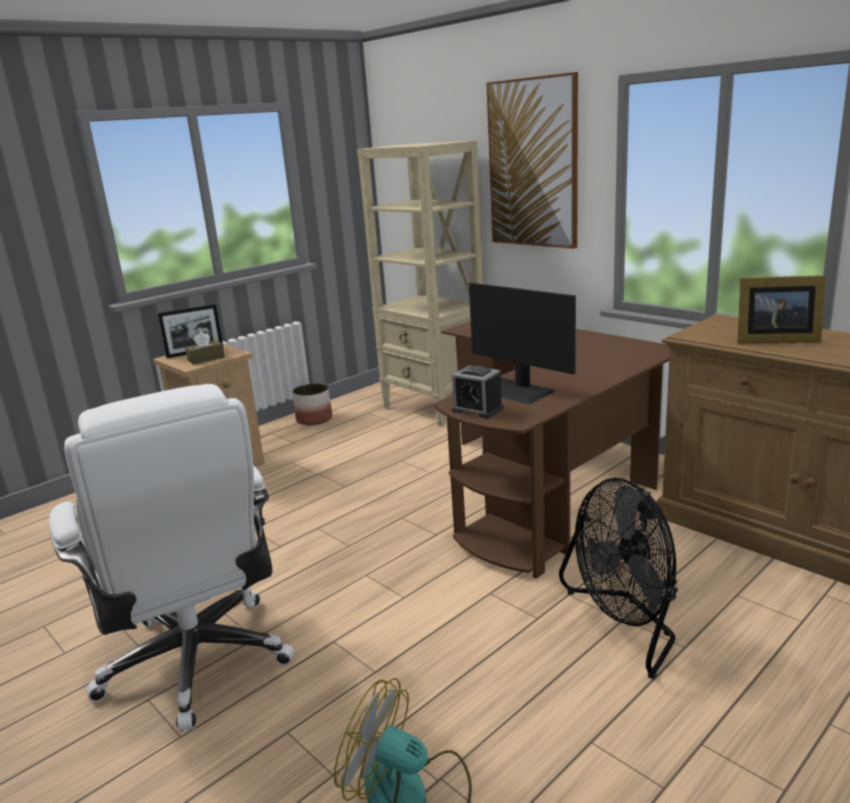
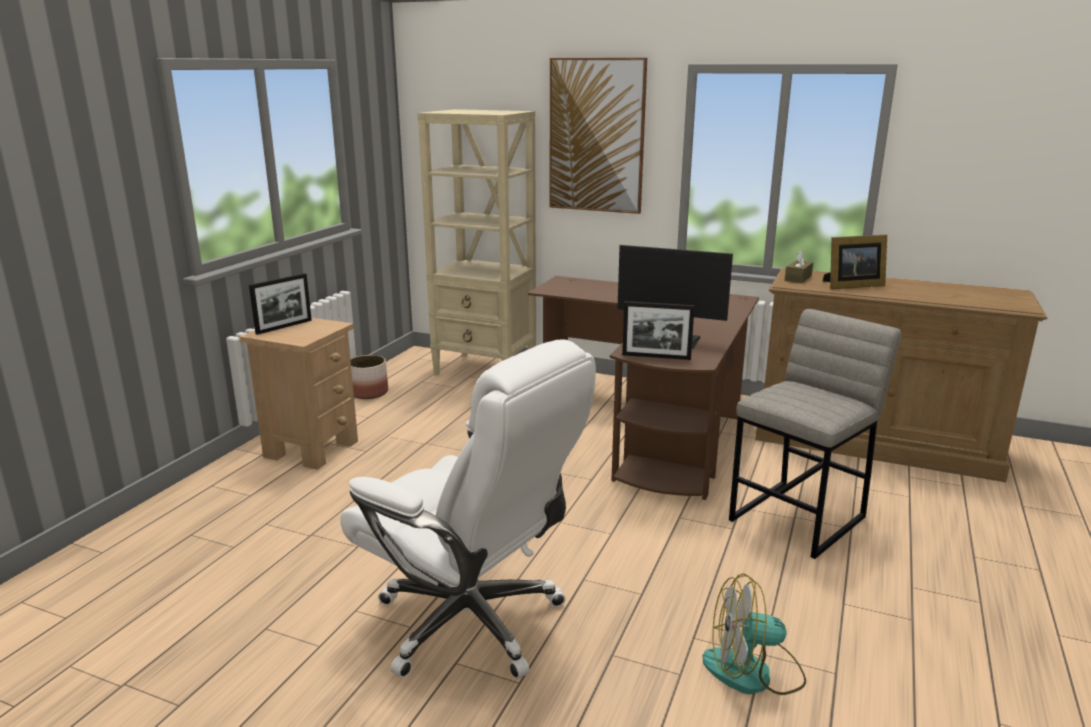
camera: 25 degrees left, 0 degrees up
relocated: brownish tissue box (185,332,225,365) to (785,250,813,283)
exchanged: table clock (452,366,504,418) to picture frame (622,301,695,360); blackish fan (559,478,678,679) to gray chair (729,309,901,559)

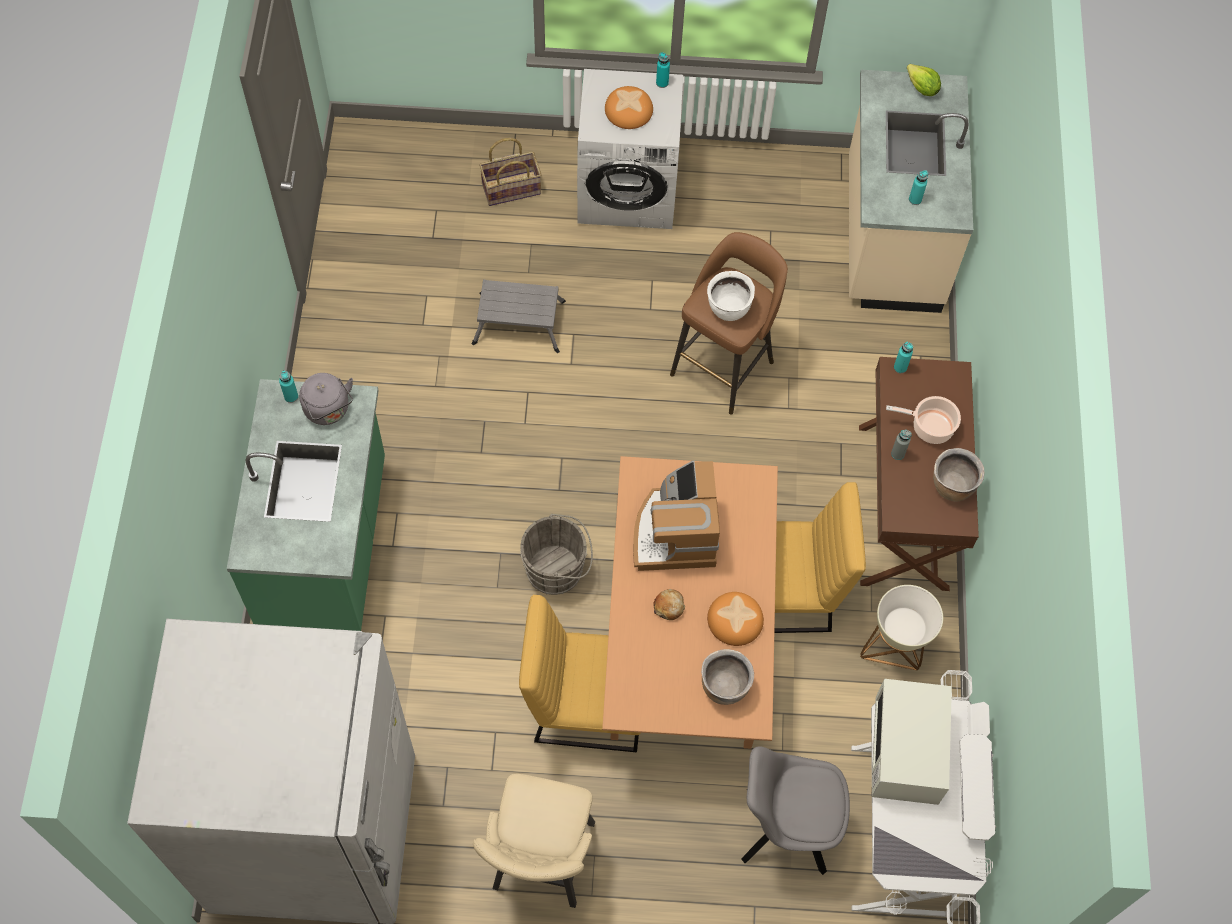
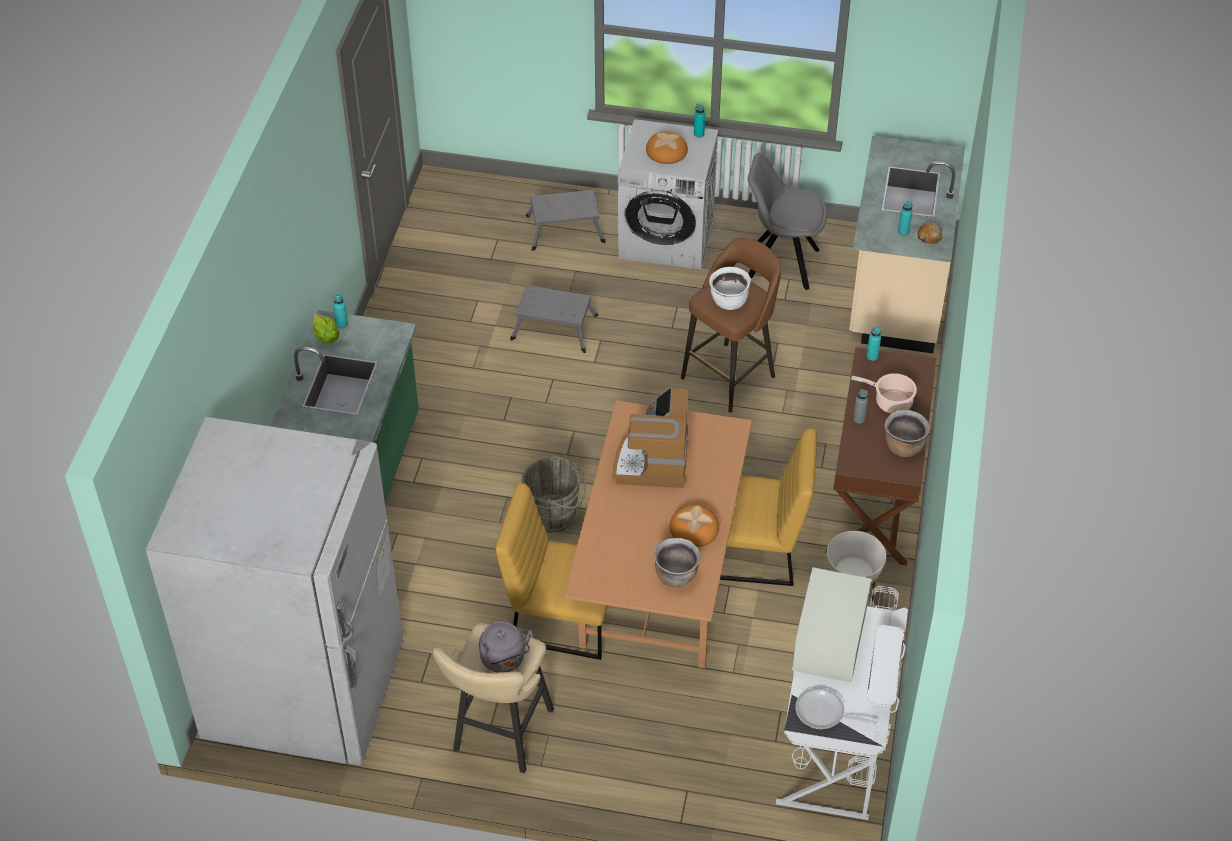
camera: 10 degrees right, 15 degrees down
appeared: frying pan (795,688,877,729)
relocated: gray kettle (299,373,353,425) to (479,621,532,673); bakery bread (654,589,685,620) to (918,222,943,244); gray chair (741,746,850,875) to (748,153,827,290); lettuce head (907,64,941,96) to (312,313,340,344)
exchanged: storage basket (479,138,542,206) to gray step ladder (525,189,606,251)

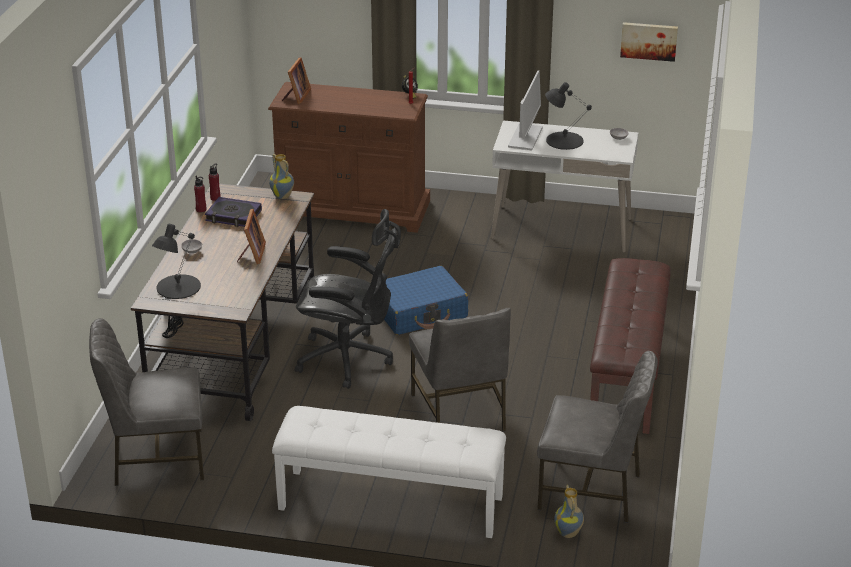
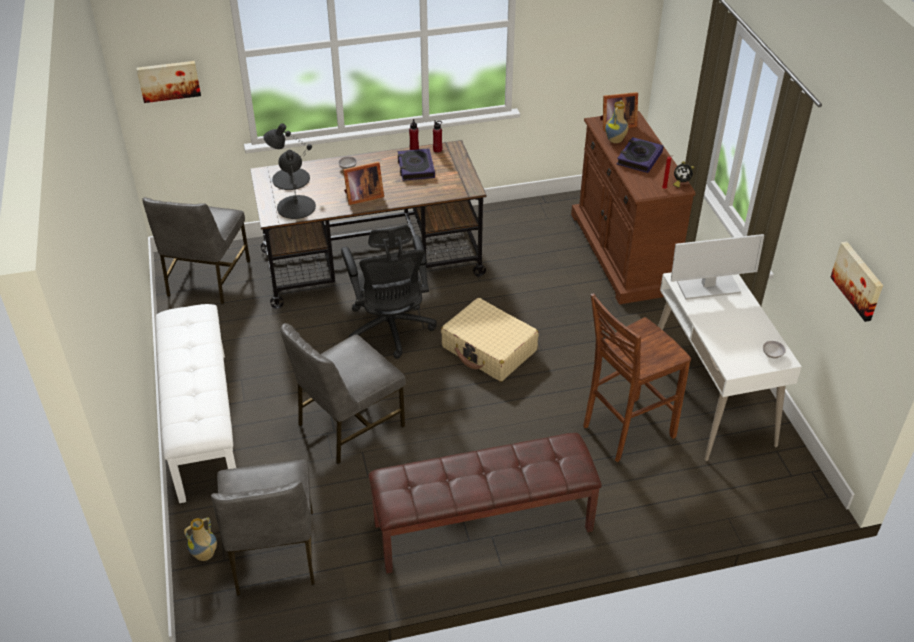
camera: 65 degrees right, 10 degrees up
appeared: wall picture (137,61,201,103); brownish stool (583,293,691,462); bound book (617,137,664,173)
relocated: vase (269,154,294,199) to (605,100,628,143); blackish lamp for a table (545,82,592,150) to (277,150,316,219)
colour: bluish piece of luggage (384,266,468,335) to beige piece of luggage (441,298,539,382)
spun: gray chair (89,318,204,486) = (142,197,250,305) 135 degrees counterclockwise

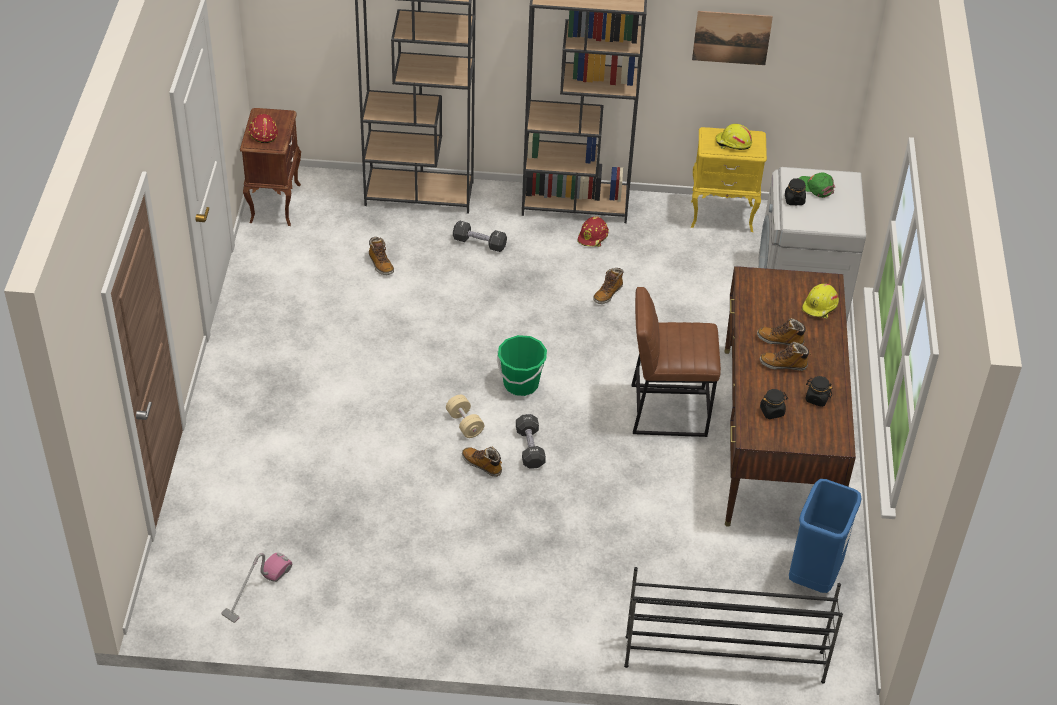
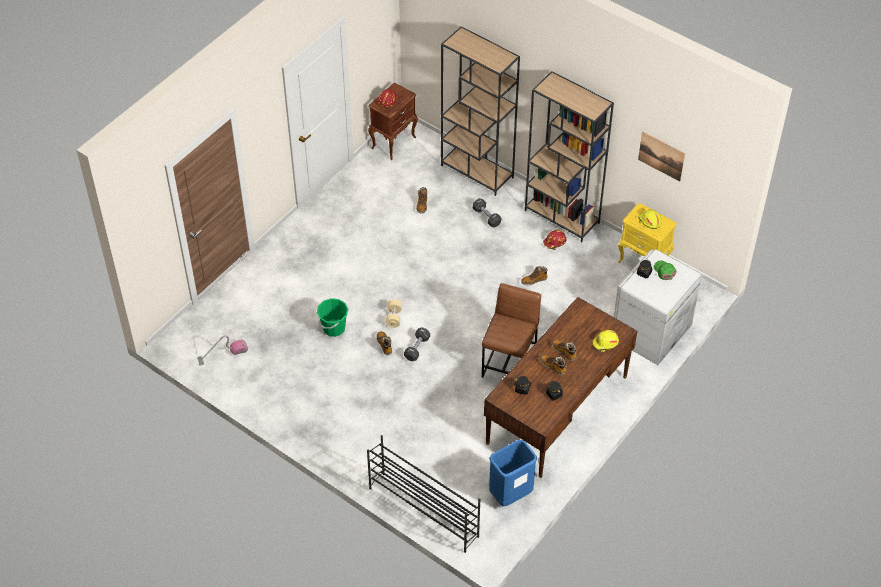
camera: 35 degrees right, 5 degrees up
relocated: green-coloured pail (497,335,547,396) to (317,298,348,337)
spun: brownish chair (632,287,721,437) = (482,283,541,377) 75 degrees clockwise

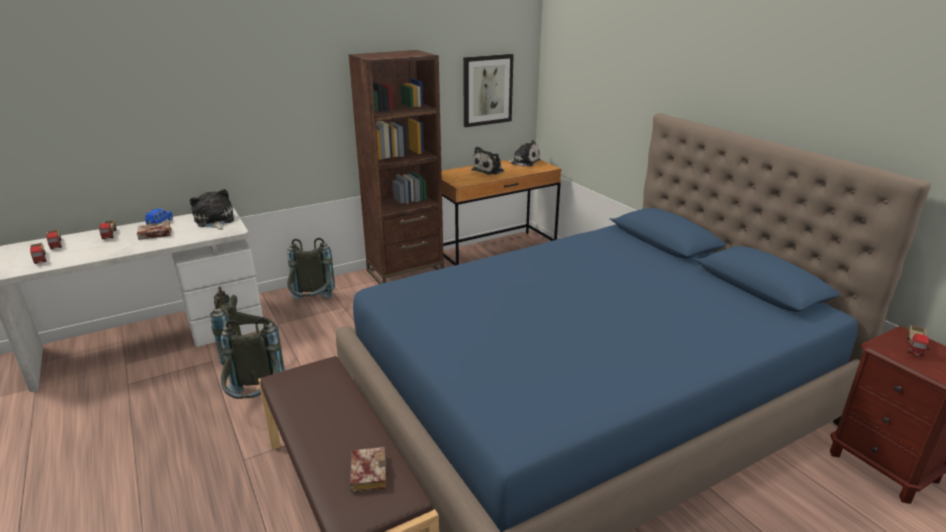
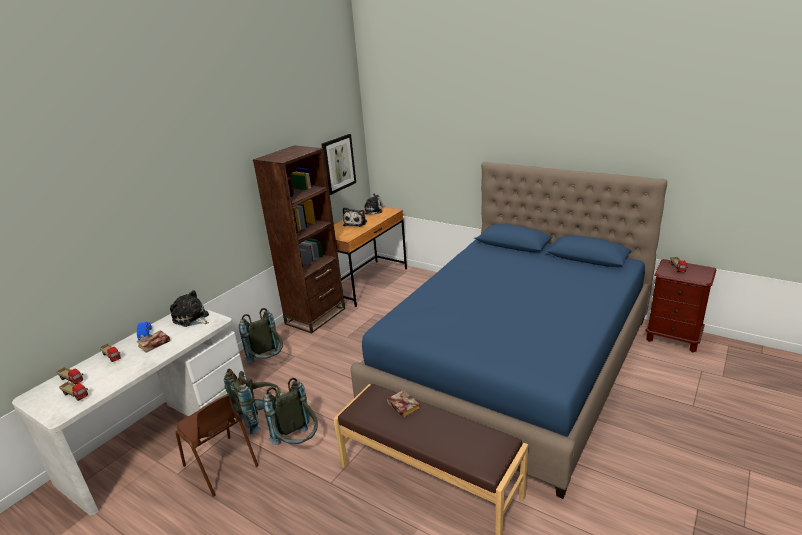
camera: 25 degrees left, 0 degrees up
appeared: brownish chair (175,394,258,497)
relocated: bound book (350,447,387,493) to (387,390,420,418)

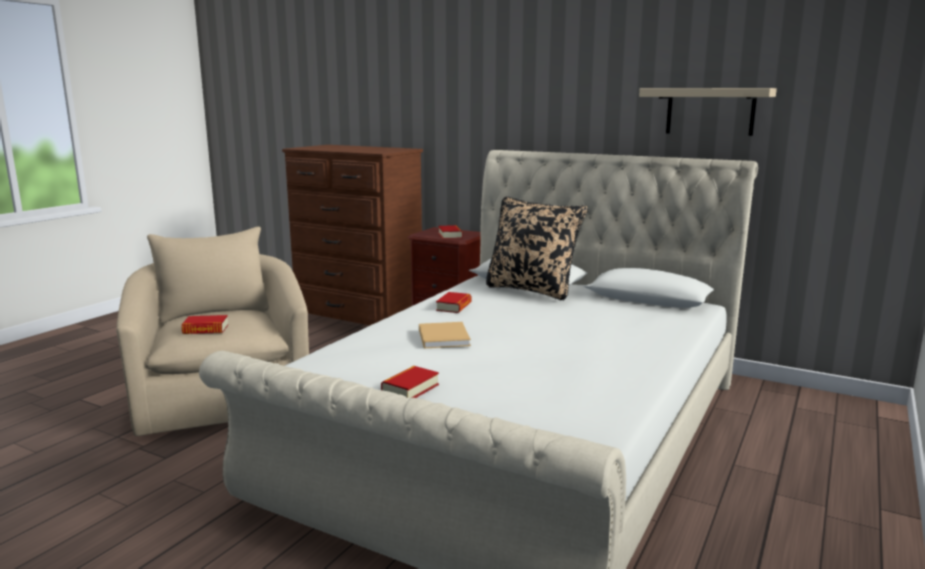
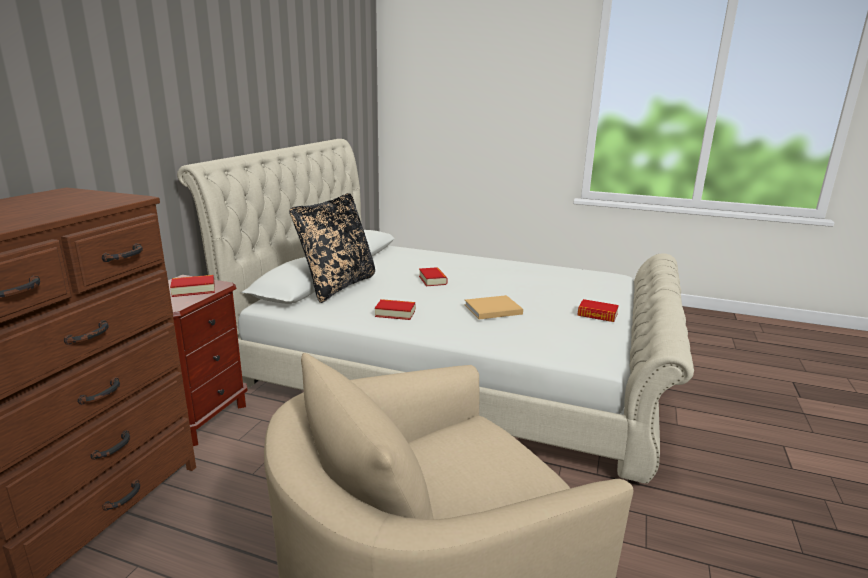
camera: 100 degrees left, 5 degrees up
missing: beige shelf (639,88,777,136)
relocated: bound book (181,315,228,334) to (419,267,448,286)

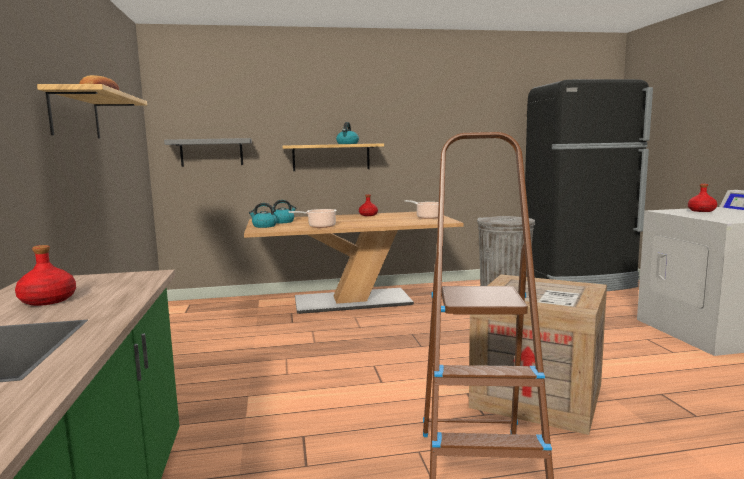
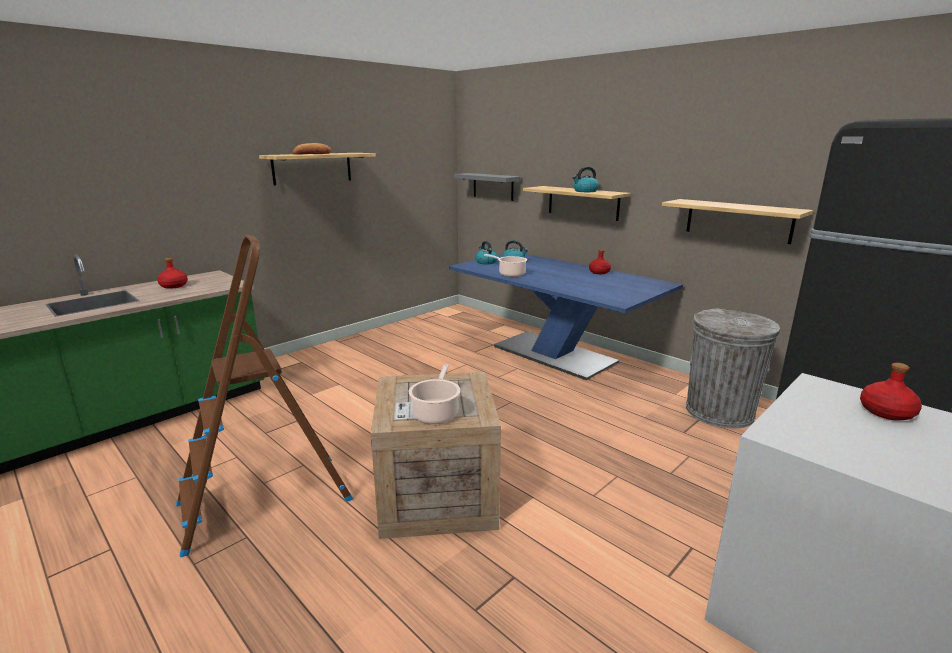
camera: 55 degrees right, 10 degrees up
appeared: shelf (662,199,813,244)
relocated: saucepot (405,200,439,219) to (409,364,461,424)
colour: beige dining table (244,212,464,314) to bluish dining table (449,254,683,380)

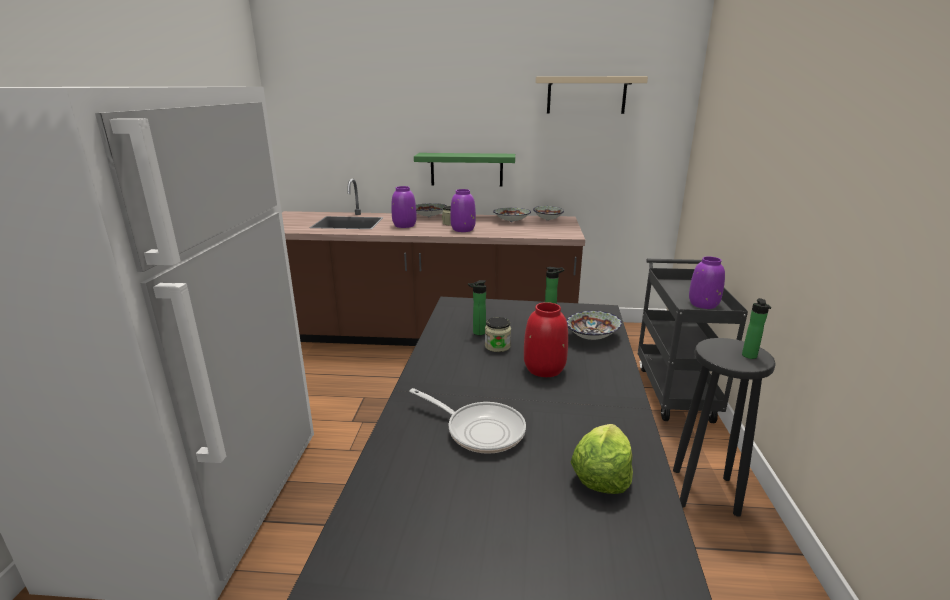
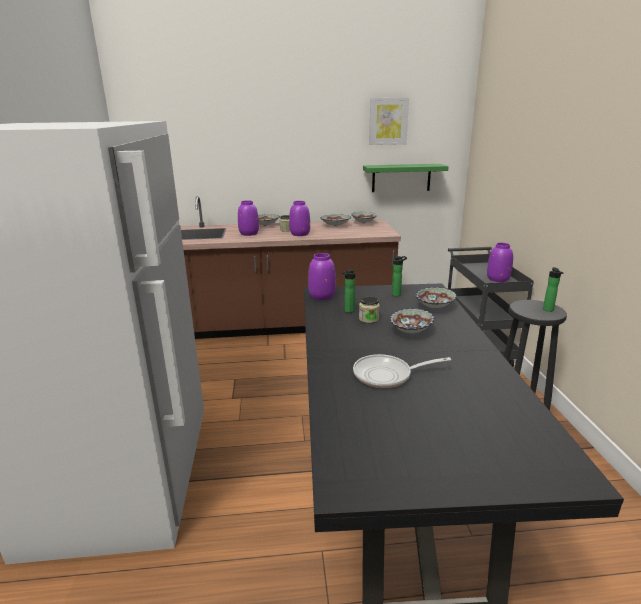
camera: 10 degrees left, 0 degrees up
missing: lettuce head (571,424,633,494)
appeared: purple-coloured vase (308,253,336,300)
relocated: green-coloured shelf (414,153,515,186) to (363,164,449,192)
exchanged: red vase (524,302,568,377) to deep dish (390,308,434,333); beige shelf (535,76,648,114) to wall picture (369,98,409,145)
spun: frying pan (410,388,526,454) = (353,354,451,388) 150 degrees clockwise

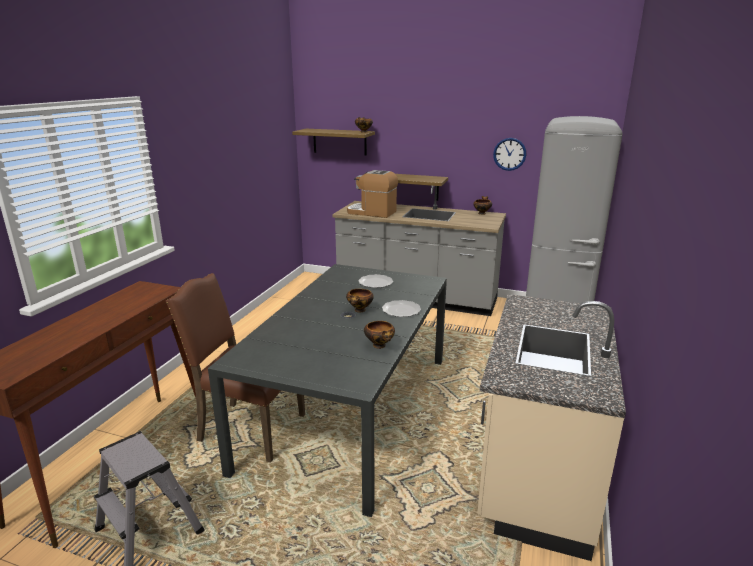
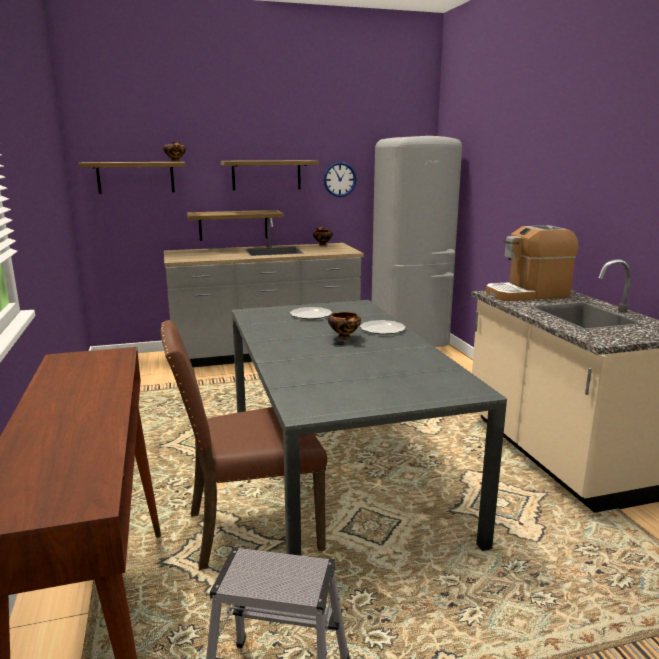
camera: 35 degrees left, 5 degrees down
missing: deep dish (364,321,395,349)
appeared: shelf (220,160,319,190)
relocated: coffee brewer (347,170,398,218) to (486,225,578,301)

